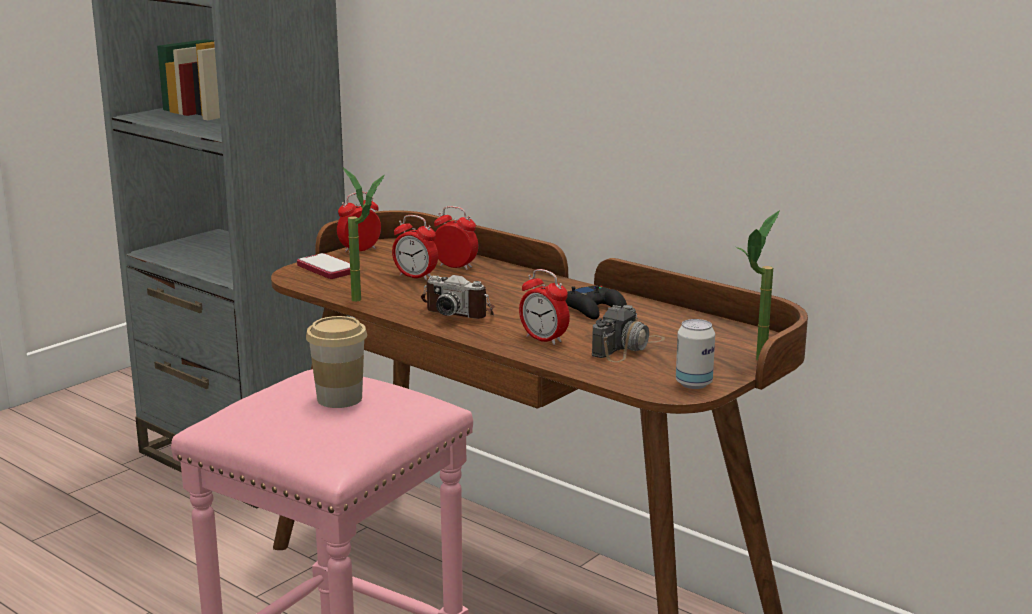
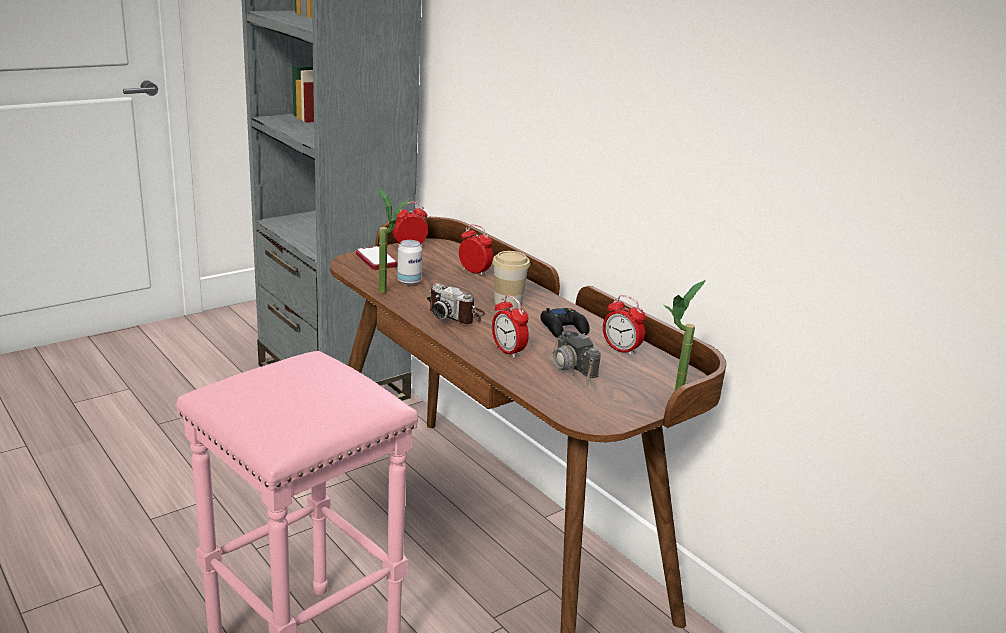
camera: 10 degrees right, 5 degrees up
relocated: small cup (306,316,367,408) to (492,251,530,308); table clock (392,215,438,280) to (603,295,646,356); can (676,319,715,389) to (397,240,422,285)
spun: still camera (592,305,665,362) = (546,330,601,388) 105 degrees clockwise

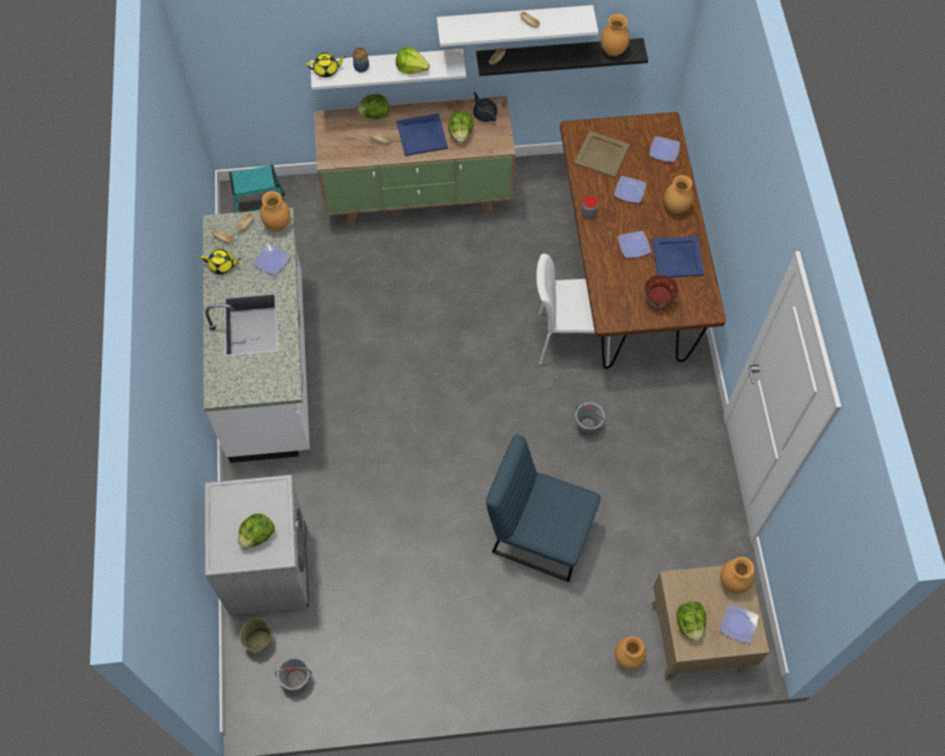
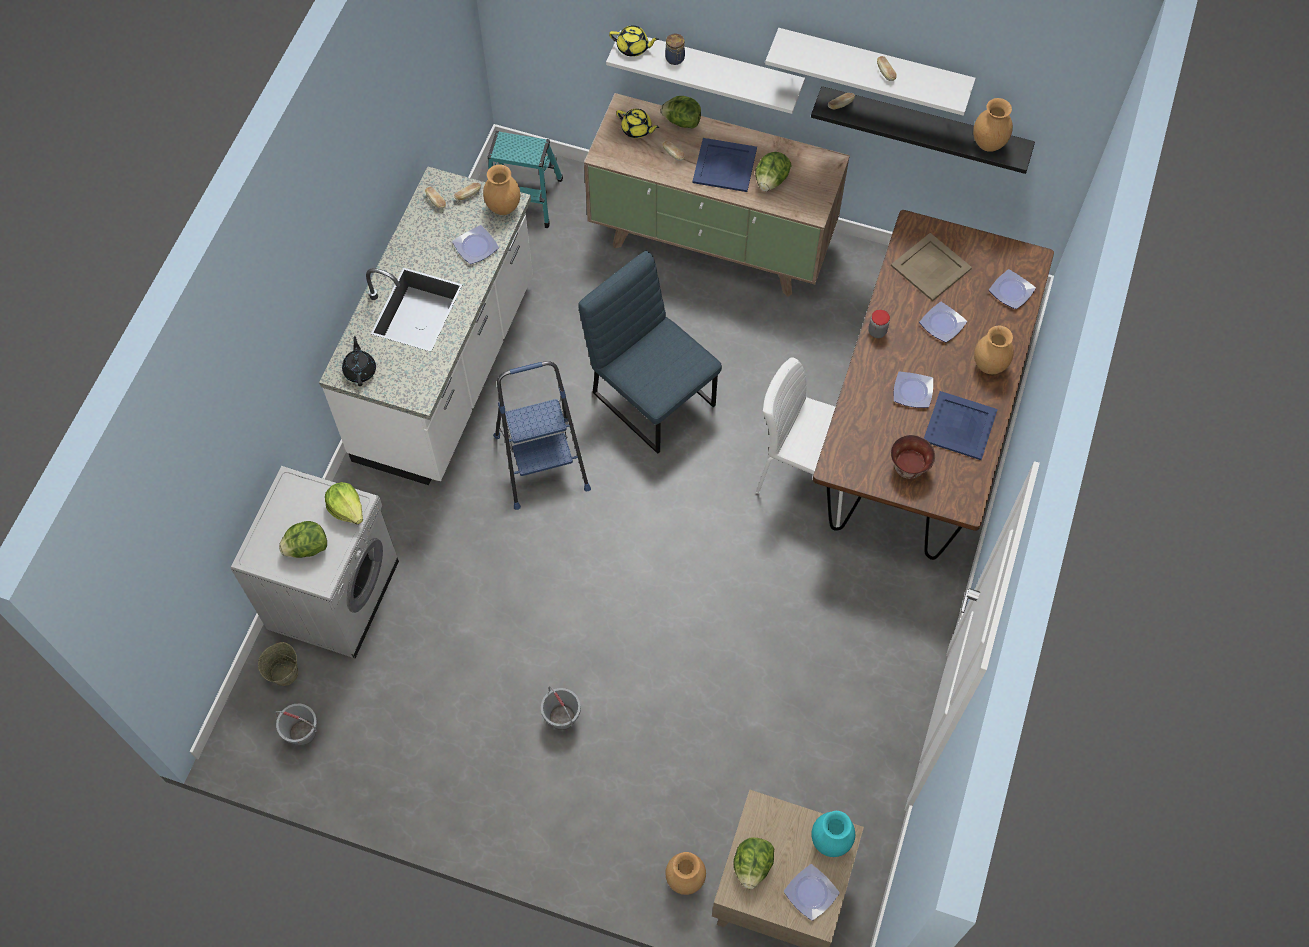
camera: 25 degrees right, 0 degrees up
appeared: bluish step ladder (493,361,591,510)
relocated: yellow tea pot (201,249,241,274) to (616,109,659,138); lettuce head (396,47,430,74) to (325,482,363,524); blackish tea pot (473,92,497,122) to (342,336,376,386); bluish chair (486,434,601,582) to (578,251,722,454); gray pail (575,402,605,435) to (541,686,581,730)
colour: brownish vase (720,557,755,594) to turquoise vase (811,811,855,857)

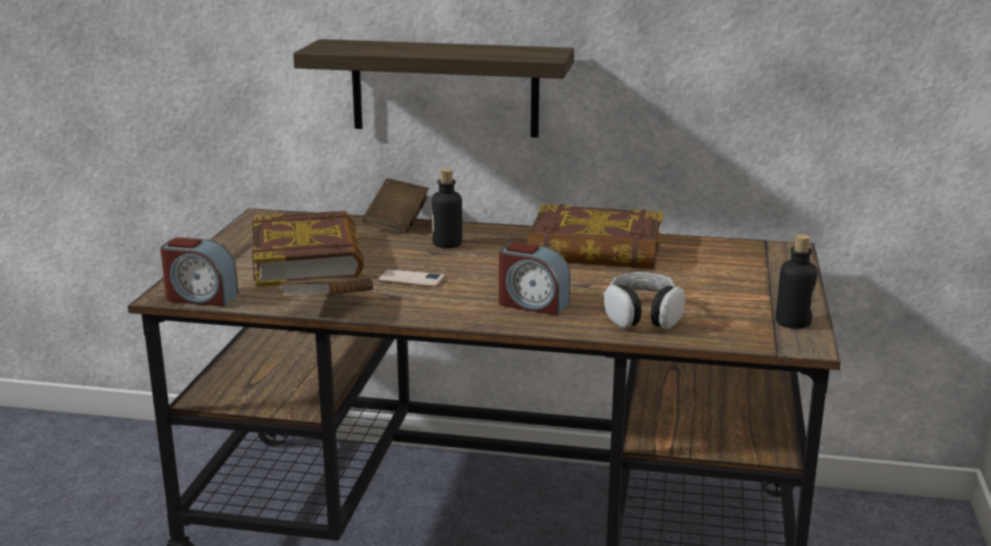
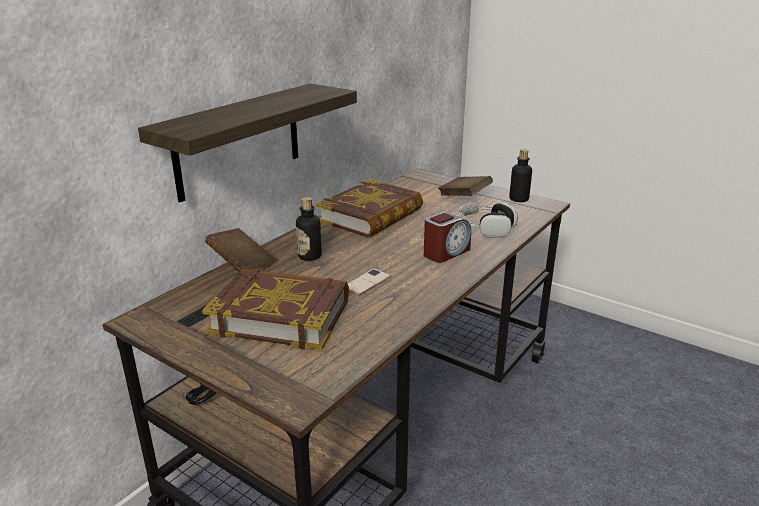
camera: 65 degrees left, 5 degrees up
missing: table clock (160,238,238,307)
relocated: brownish bound book (280,277,373,297) to (438,176,493,196)

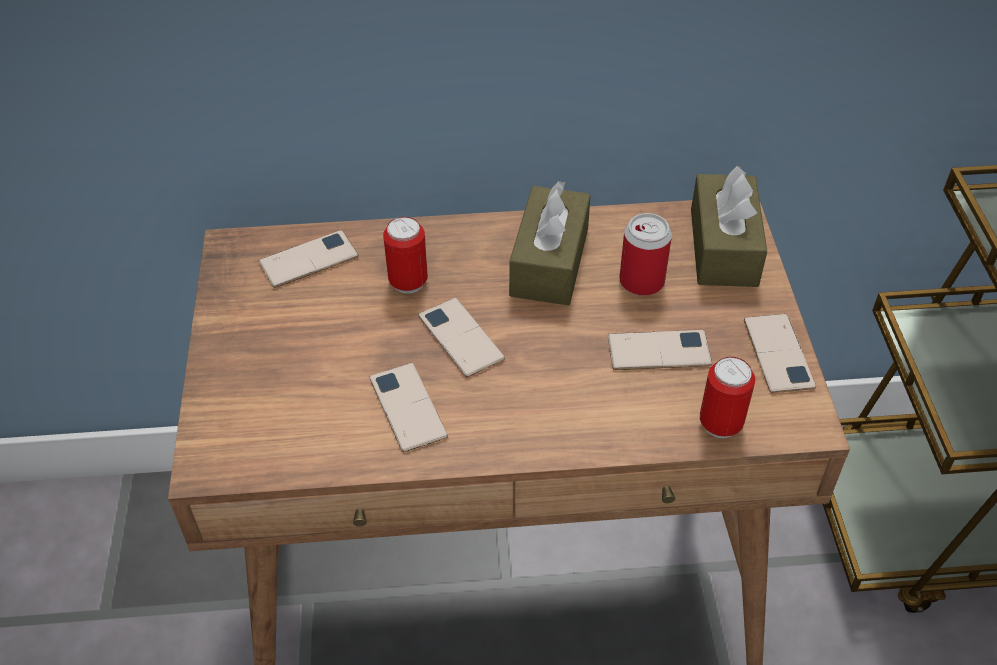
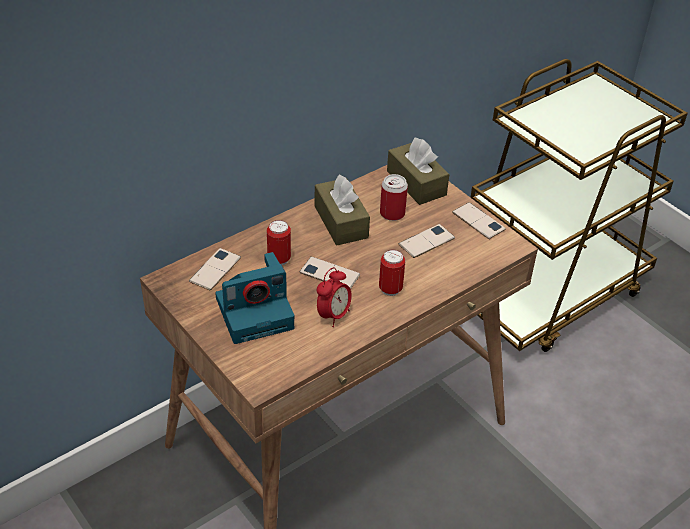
camera: 35 degrees left, 5 degrees down
appeared: still camera (215,252,294,344)
relocated: can (700,357,755,438) to (379,249,405,296)
exchanged: telephone (370,363,448,452) to table clock (317,267,352,327)

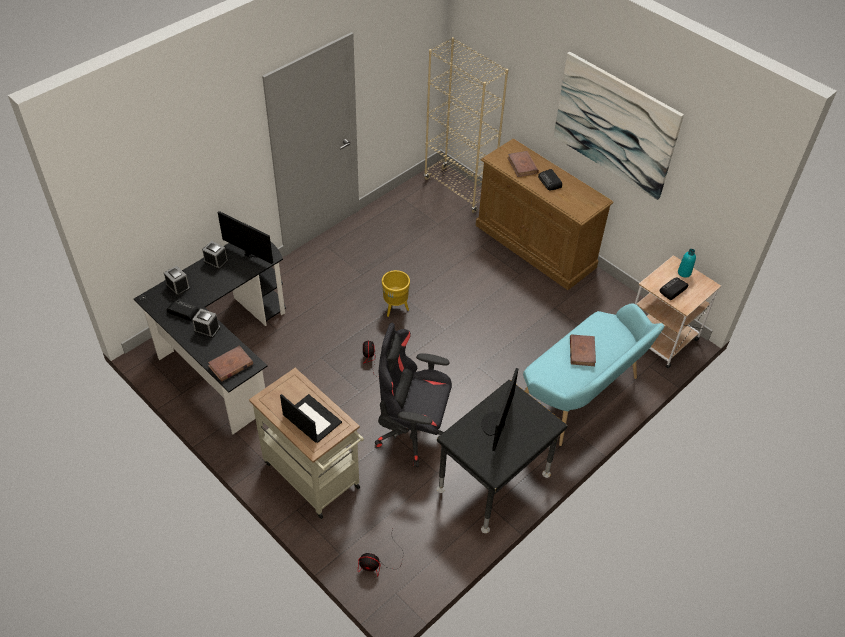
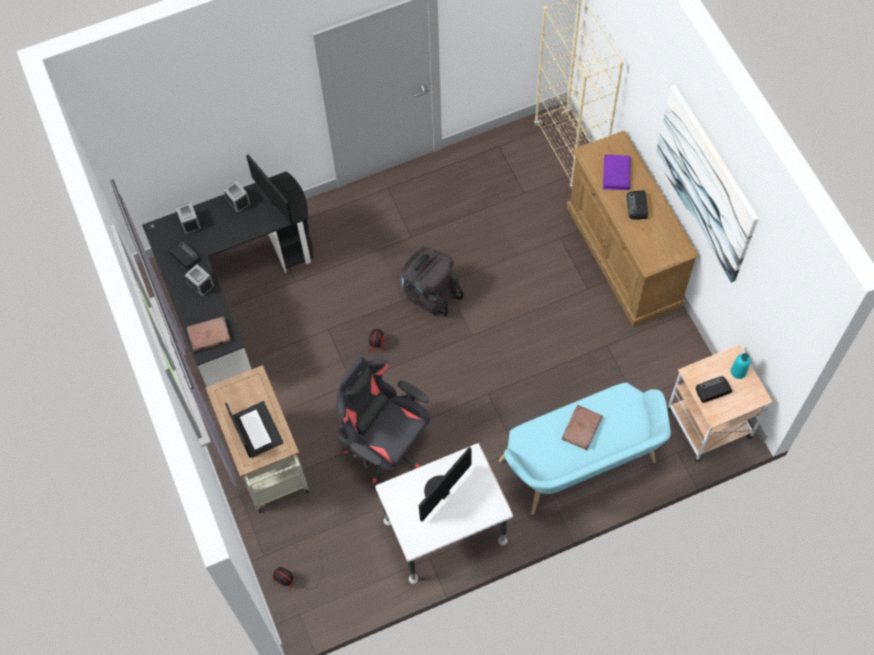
camera: 25 degrees right, 15 degrees up
exchanged: yellow plant pot (382,270,410,317) to blackish rucksack (401,248,464,316)
colour: blackish desk unit (437,380,568,533) to white-coloured desk unit (375,443,514,584); brownish bound book (508,151,539,177) to purple-coloured bound book (603,154,631,190)

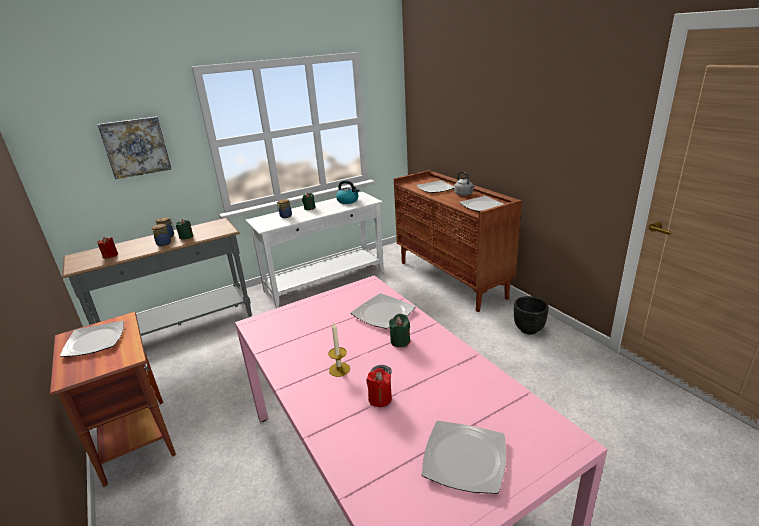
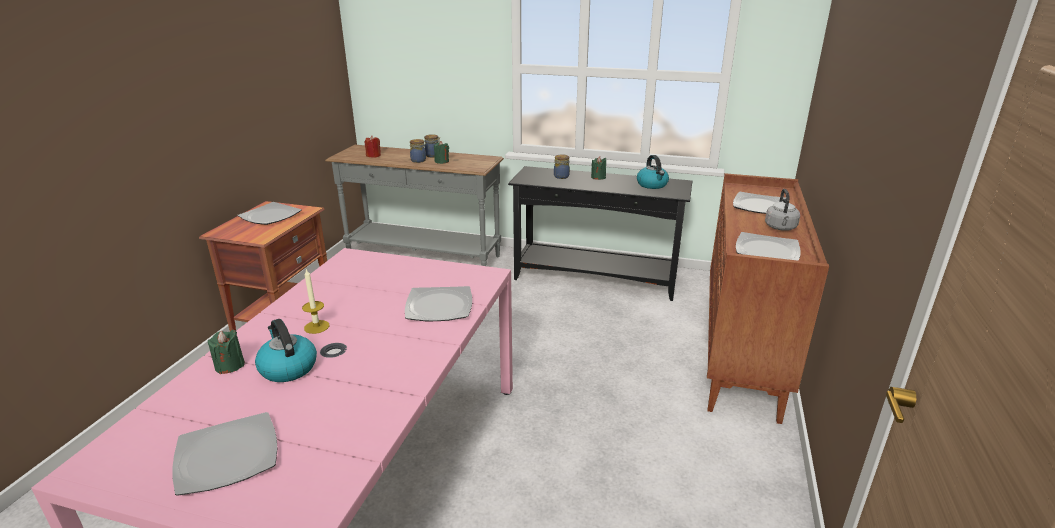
camera: 45 degrees right, 0 degrees up
missing: wall picture (97,116,171,179); blackish plant pot (514,296,549,335)
relocated: green-coloured wax light (389,314,410,347) to (208,330,245,374)
exchanged: red wax light (366,368,392,407) to kettle (255,319,317,382)
colour: white-coloured narrow table (246,192,384,308) to blackish narrow table (508,166,692,301)

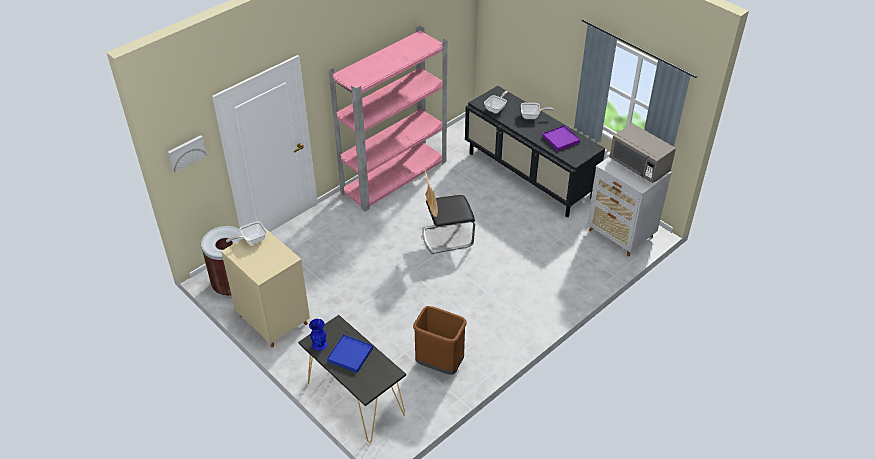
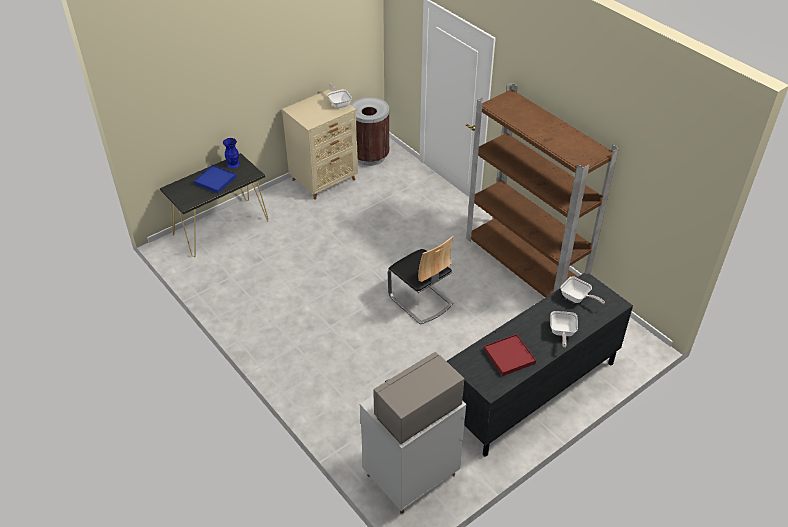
camera: 95 degrees right, 0 degrees up
missing: wall picture (168,135,207,173); brownish waste bin (413,306,467,375)
colour: pink-coloured bookcase (329,25,447,211) to brownish bookcase (466,83,619,298); purple-coloured carrying tray (542,125,580,151) to red carrying tray (484,334,536,376)
spun: chair (422,169,475,254) = (388,236,454,325) 150 degrees clockwise

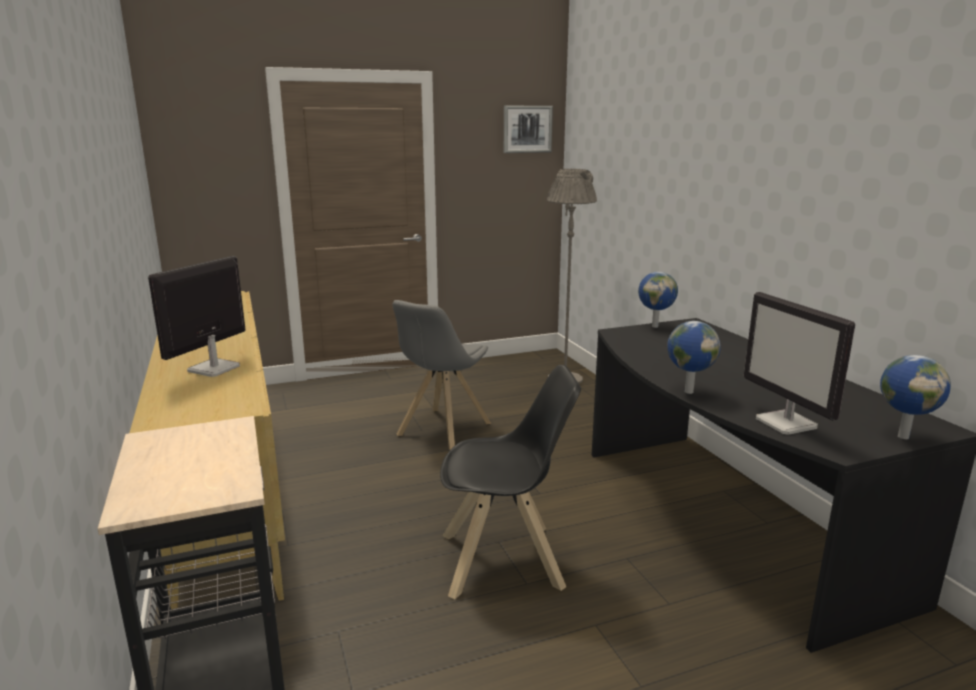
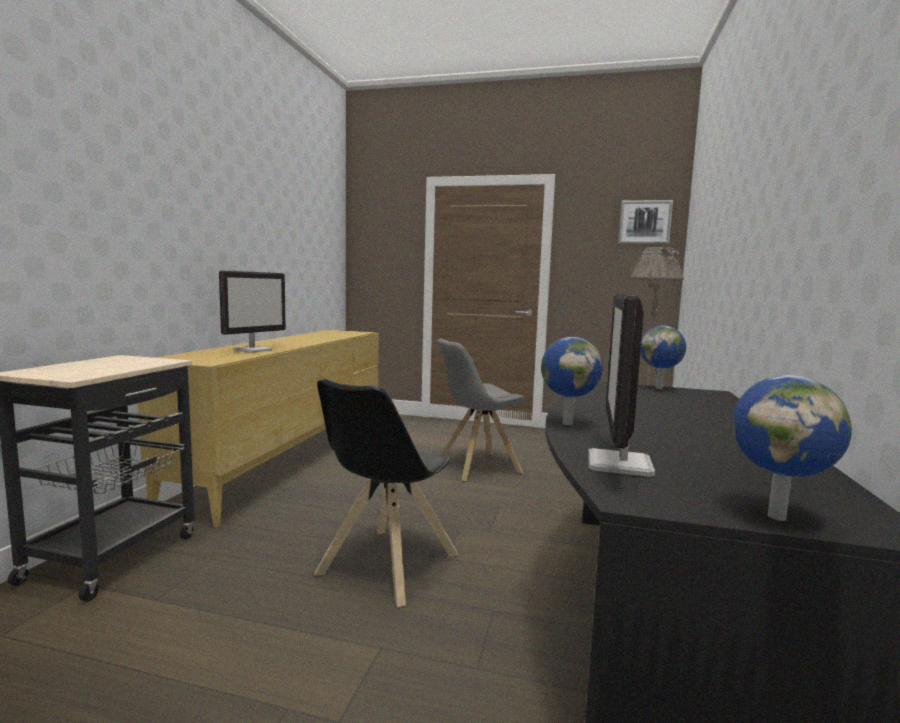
camera: 35 degrees right, 10 degrees down
spun: monitor (148,256,246,377) = (219,270,286,353) 150 degrees clockwise; blackish chair (440,365,581,599) = (314,378,458,607) 90 degrees clockwise

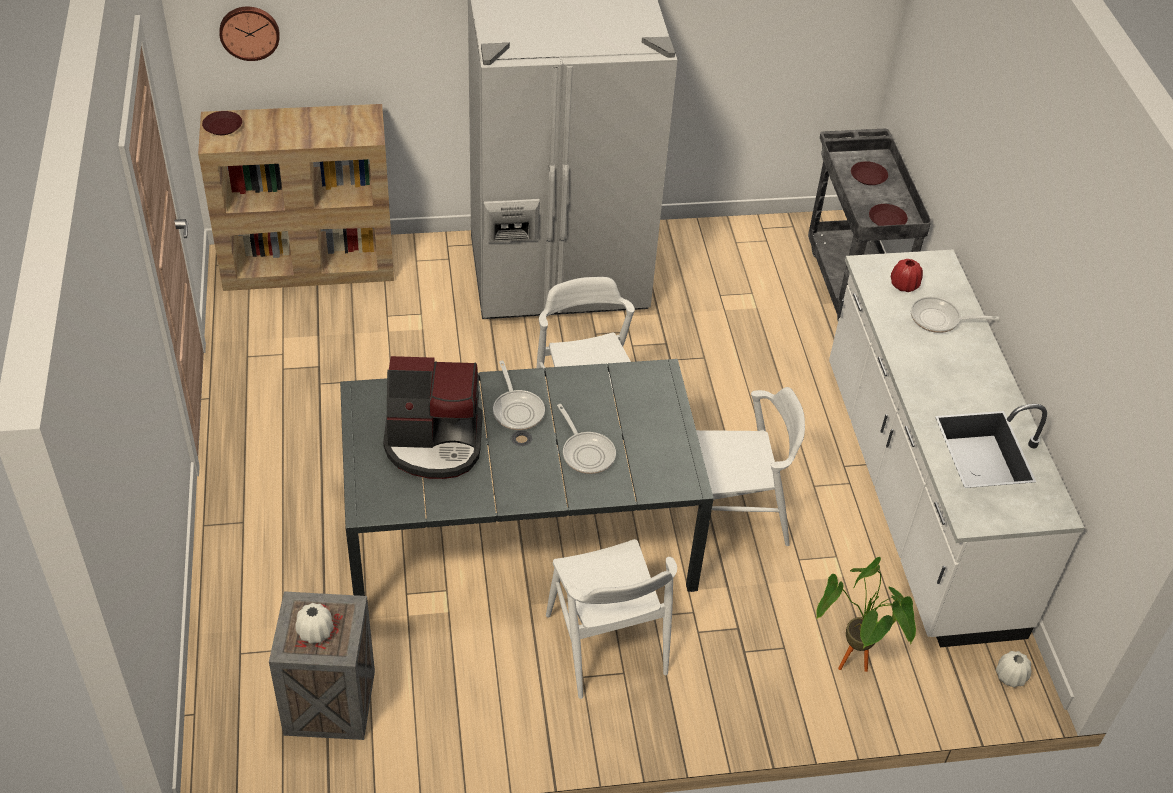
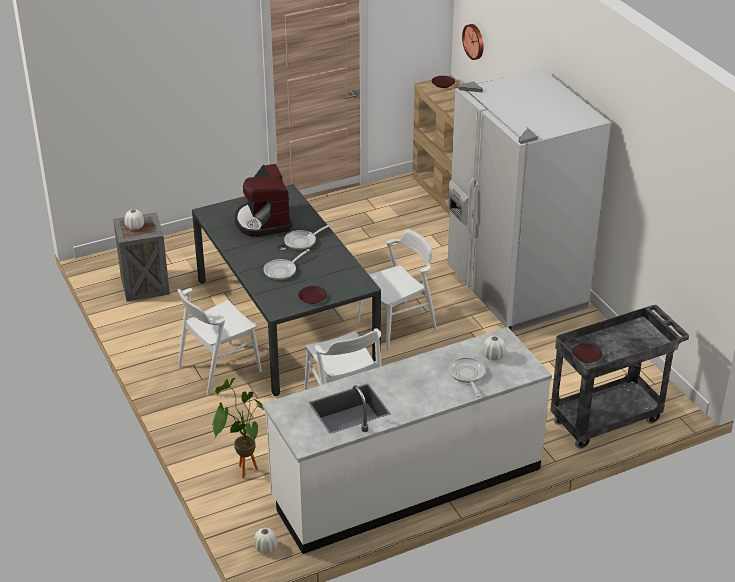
camera: 75 degrees right, 10 degrees down
relocated: brownish plate (851,161,888,185) to (298,286,327,304)
colour: red vase (891,259,923,292) to white-coloured vase (483,336,506,361)

